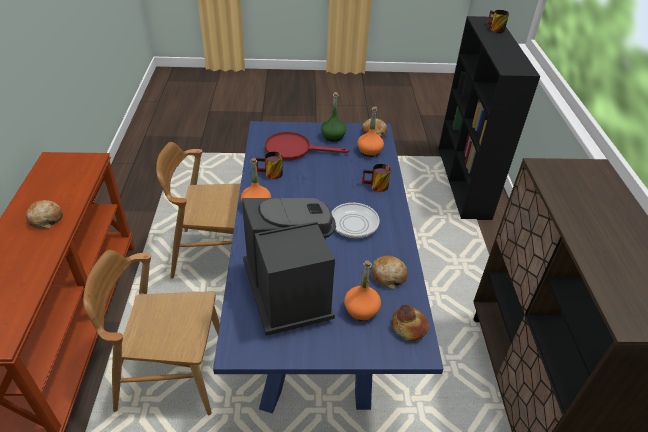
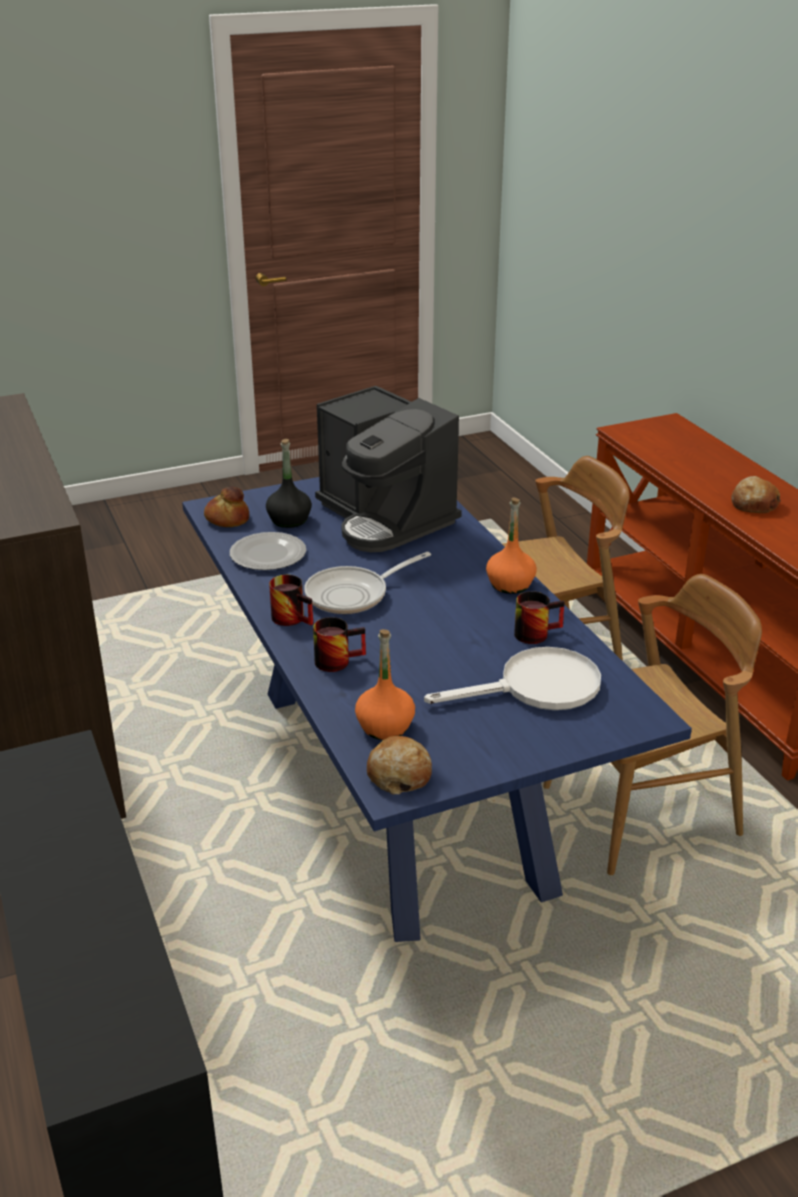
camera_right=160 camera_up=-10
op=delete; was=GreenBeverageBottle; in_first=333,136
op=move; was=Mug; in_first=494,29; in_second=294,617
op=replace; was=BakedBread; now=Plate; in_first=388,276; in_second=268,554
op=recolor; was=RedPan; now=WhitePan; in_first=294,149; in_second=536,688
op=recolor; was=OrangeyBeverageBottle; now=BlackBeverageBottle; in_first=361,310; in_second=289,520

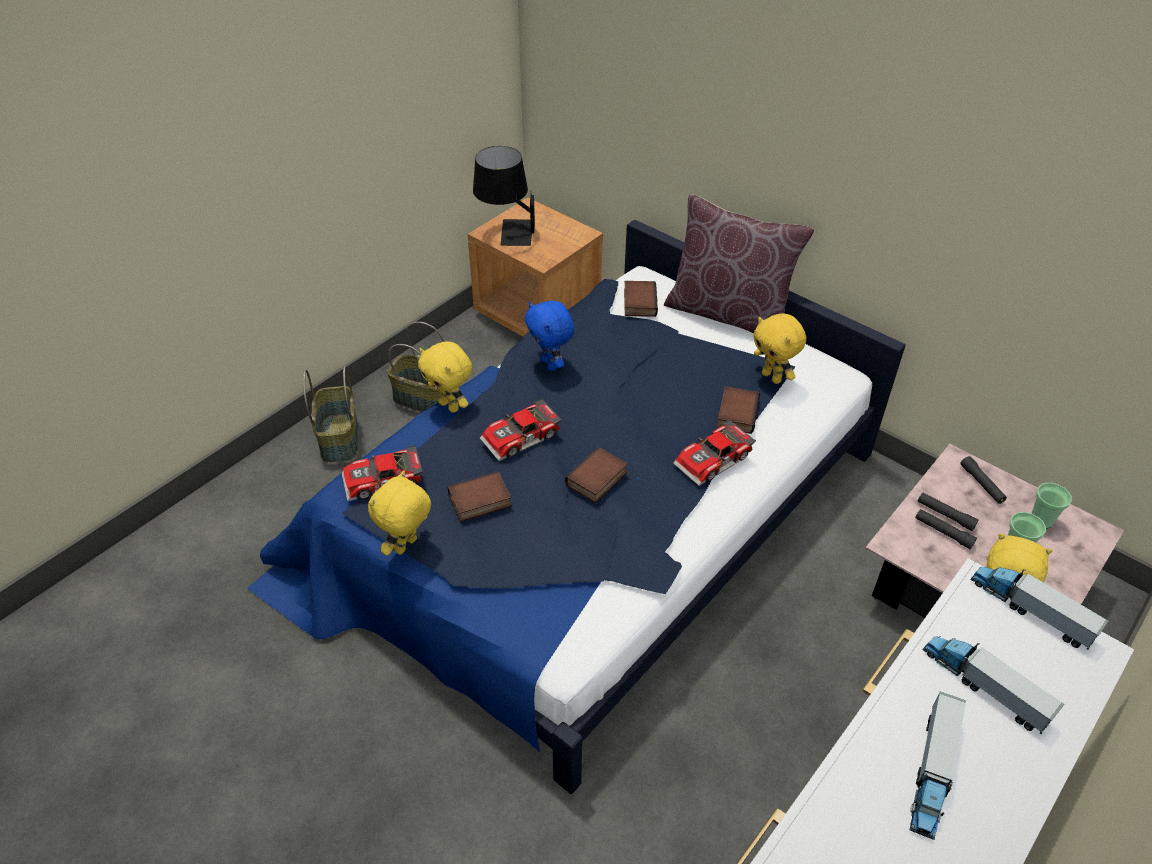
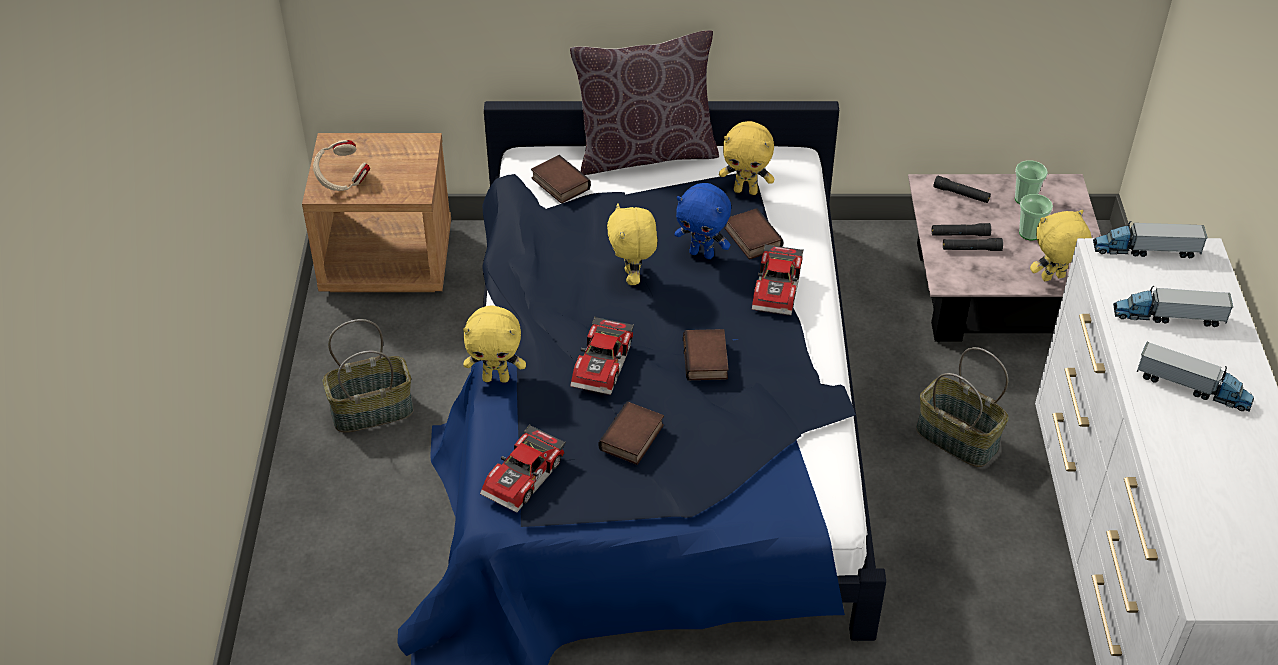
camera_right=-40 camera_up=0
op=move; was=Basket; in_first=338,438; in_second=955,439
op=move; was=YellowColouredPlushToy; in_first=407,546; in_second=633,277
op=move; was=BluePlushToy; in_first=550,364; in_second=702,253
op=replace; was=BlackTabletopLamp; now=BeigeColouredPairOfHeadphones; in_first=506,232; in_second=342,181
op=rotate; was=ToyTruck; in_first=932,772; in_second=1193,388; clockwise=-45

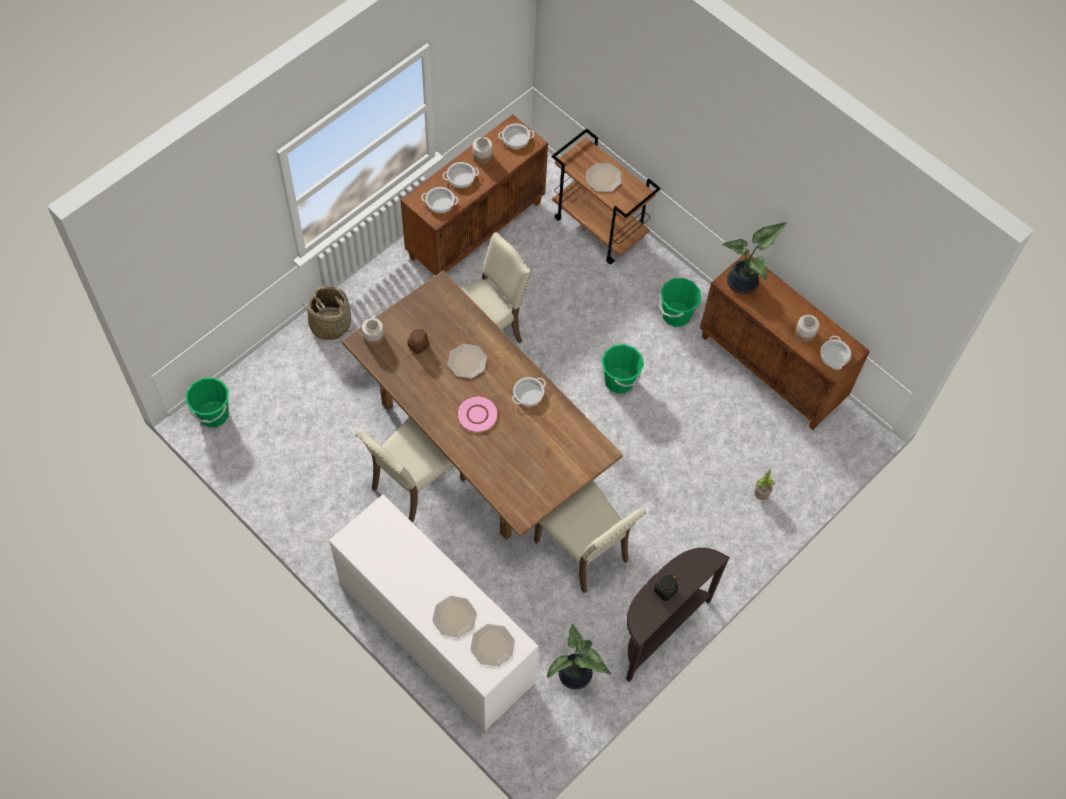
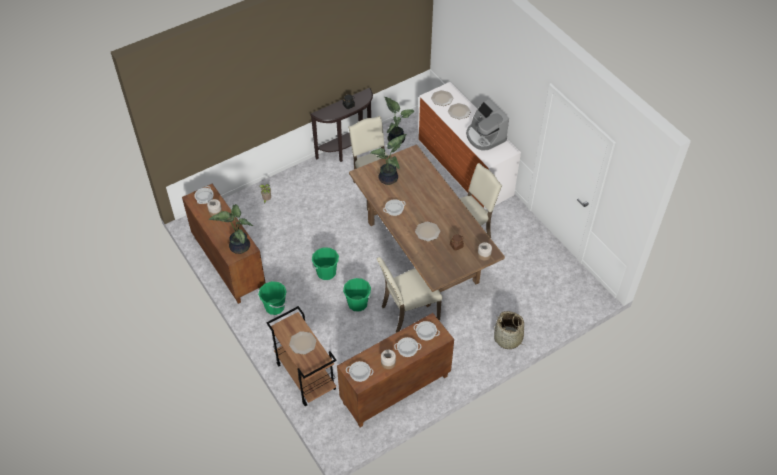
camera_right=-165 camera_up=-10
op=delete; was=PinkishPlate; in_first=477,415
op=insert; now=Houseplant; in_second=389,178
op=insert; now=CoffeeMaker; in_second=485,137
op=move; was=GreenWaterBucket; in_first=213,414; in_second=357,303

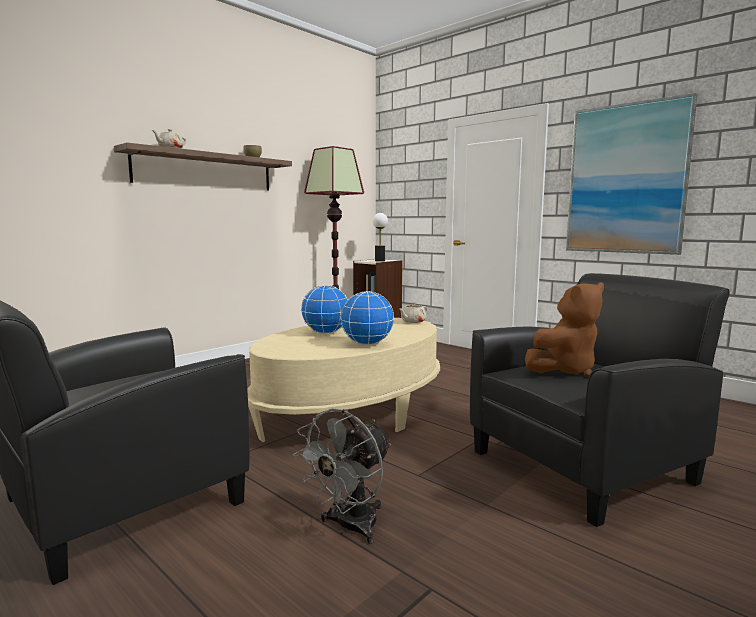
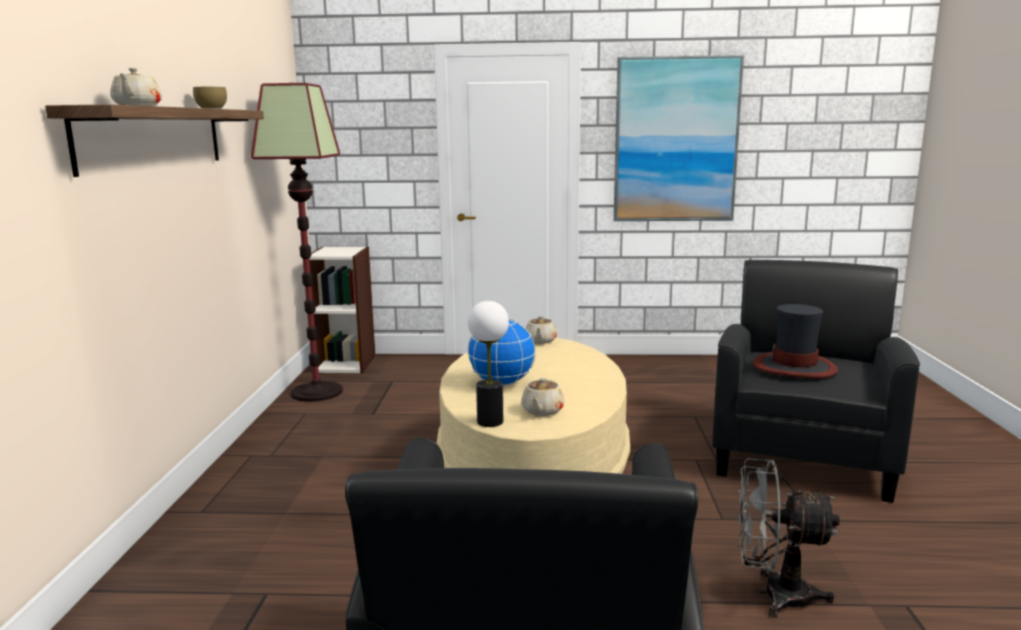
camera_right=-40 camera_up=5
op=delete; was=DeskGlobe; in_first=367,344
op=insert; now=BeigeColouredTeapot; in_second=542,411
op=move; was=TabletopLamp; in_first=380,261; in_second=490,421
op=replace; was=BrownColouredPlushToy; now=Hat; in_first=564,370; in_second=795,367
op=rotate; was=GrayCoolingFan; in_first=349,528; in_second=774,594; clockwise=105

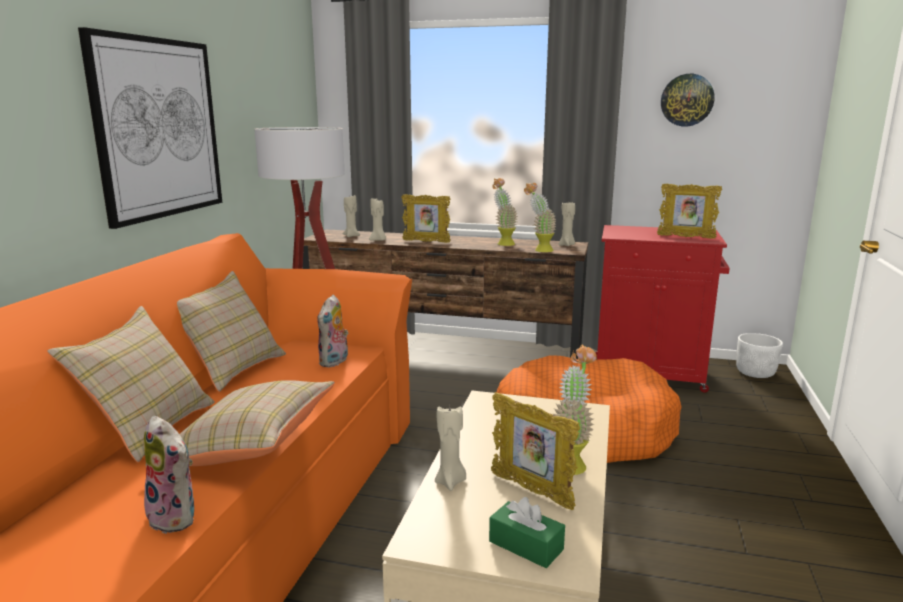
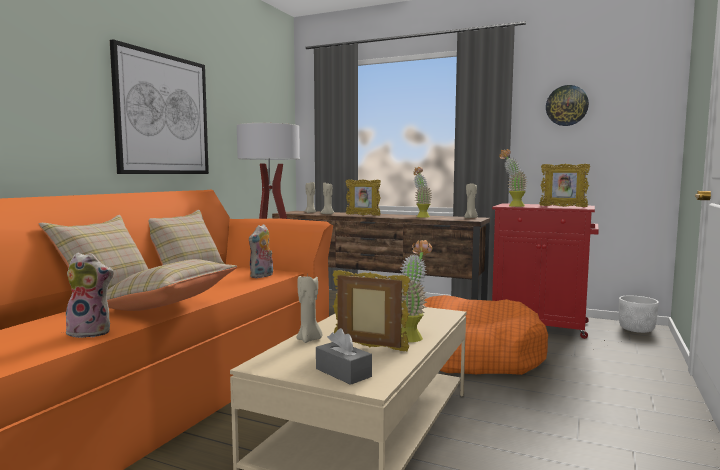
camera_right=10 camera_up=-10
op=move; was=Houseplant; in_first=539,250; in_second=512,206
op=recolor; was=GreenBoxOfTissues; now=GrayBoxOfTissues; in_first=526,545; in_second=343,373
op=rotate; was=PlushToy; in_first=177,517; in_second=91,332; clockwise=-45
op=rotate; was=StandingFrame; in_first=532,491; in_second=369,347; clockwise=150

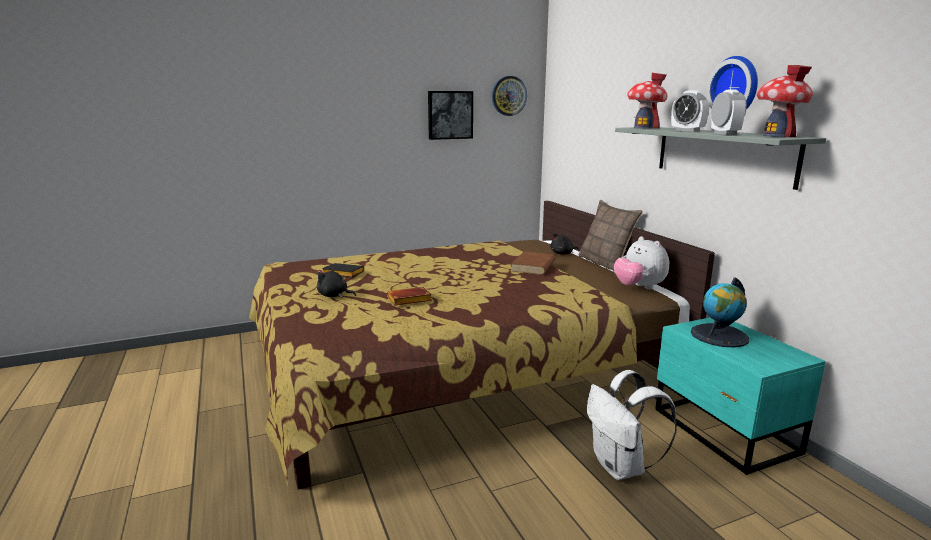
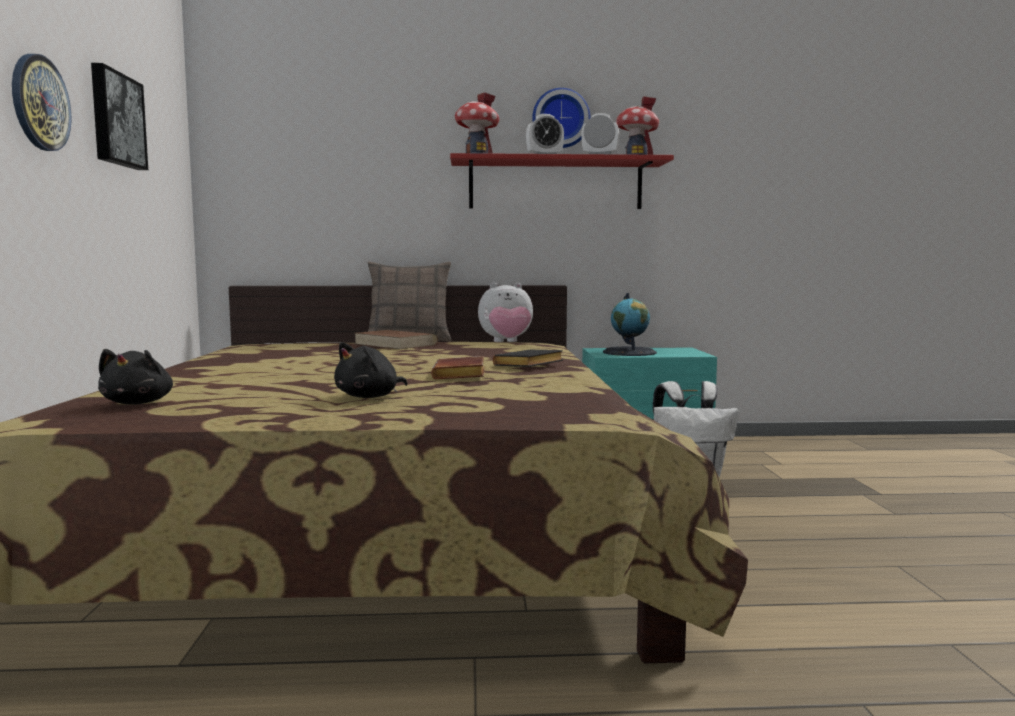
camera_right=-70 camera_up=-10
op=move; was=BlackVolume; in_first=342,274; in_second=529,365
op=move; was=ClockOnTheWall; in_first=509,96; in_second=39,103
op=move; was=BlackPlushToy; in_first=563,253; in_second=139,403
op=recolor; was=GrayBracketShelf; now=RedBracketShelf; in_first=722,154; in_second=555,185

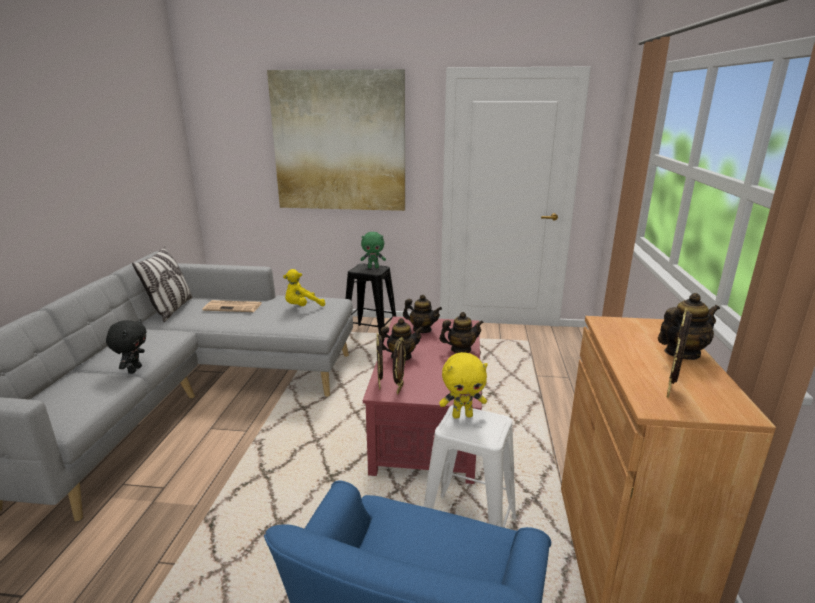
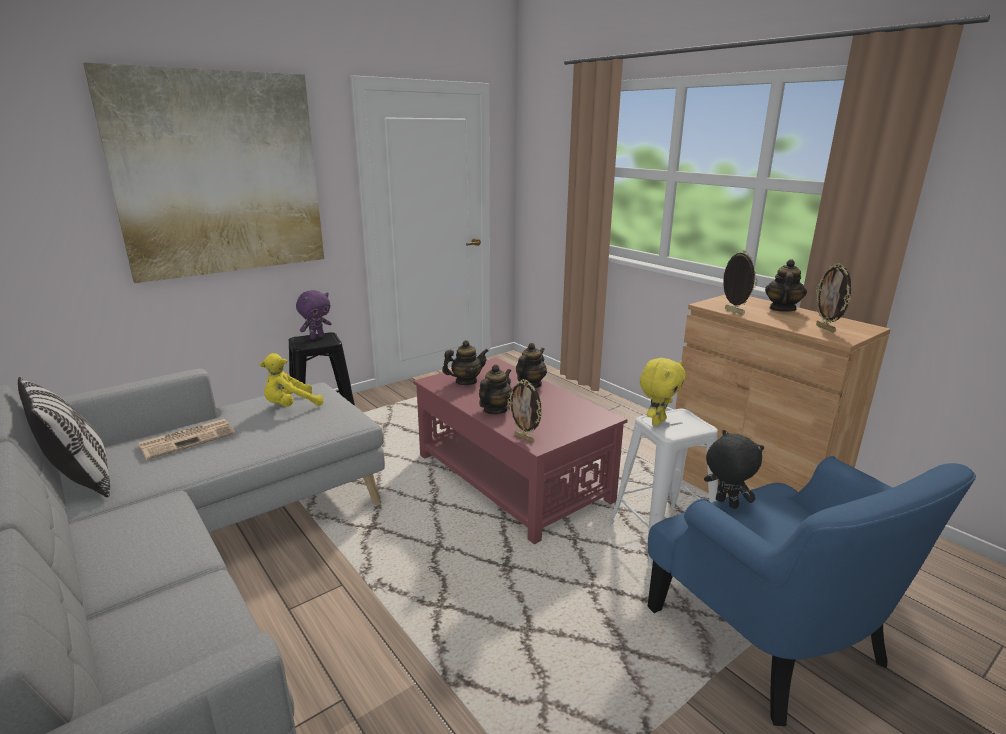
camera_right=-45 camera_up=0
op=move; was=BlackPlushToy; in_first=134,370; in_second=725,503
op=move; was=StandingFrame; in_first=399,389; in_second=733,311
op=recolor; was=GreenPlushToy; now=PurplishPlushToy; in_first=373,267; in_second=317,337
op=rotate; was=YellowColouredPlushToy; in_first=302,307; in_second=290,406; clockwise=45

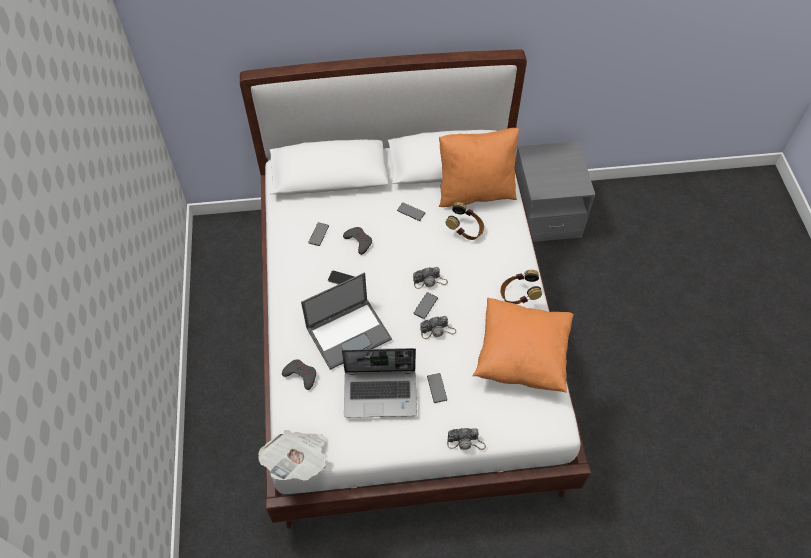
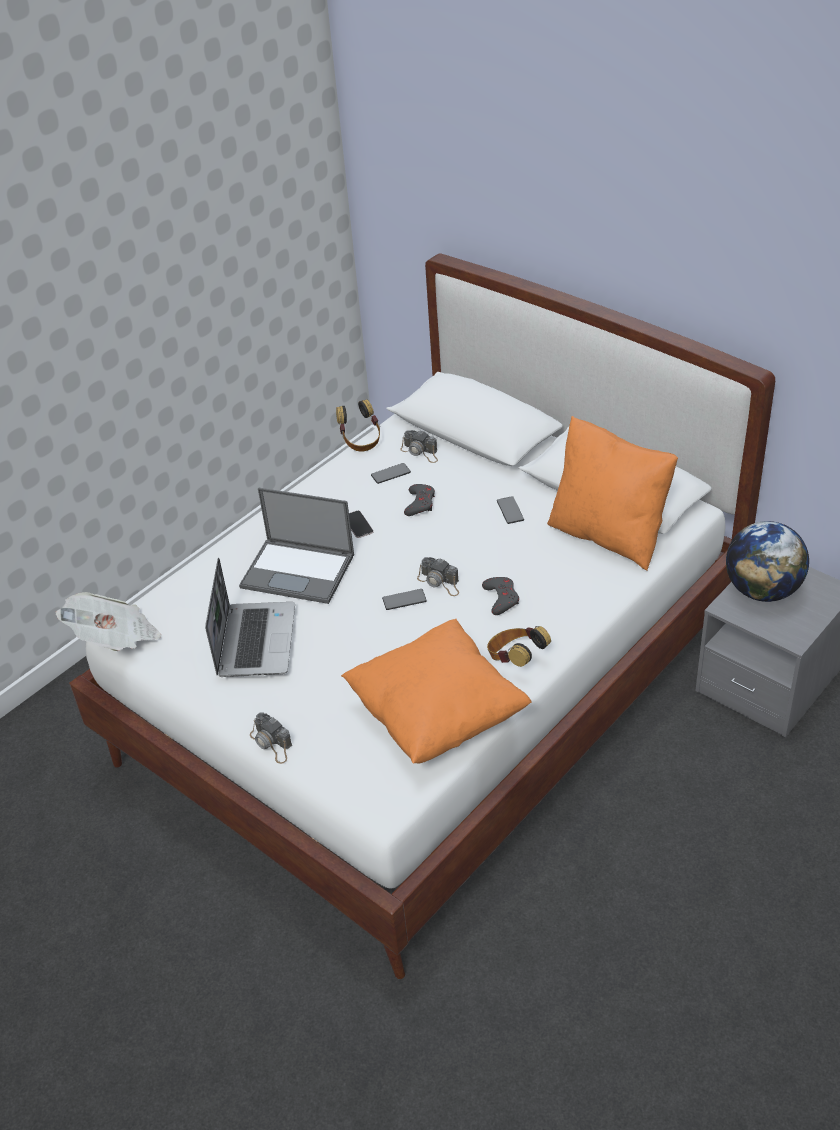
camera_right=50 camera_up=-15
op=delete; was=Telephone; in_first=437,388
op=insert; now=DeskGlobe; in_second=762,590
op=move; was=GrayGameController; in_first=301,375; in_second=501,598
op=move; was=PhotoCamera; in_first=437,330; in_second=421,452
op=move; was=PairOfHeadphones; in_first=465,230; in_second=361,441
op=rotate; was=Laptop; in_first=381,393; in_second=255,640; clockwise=-135

